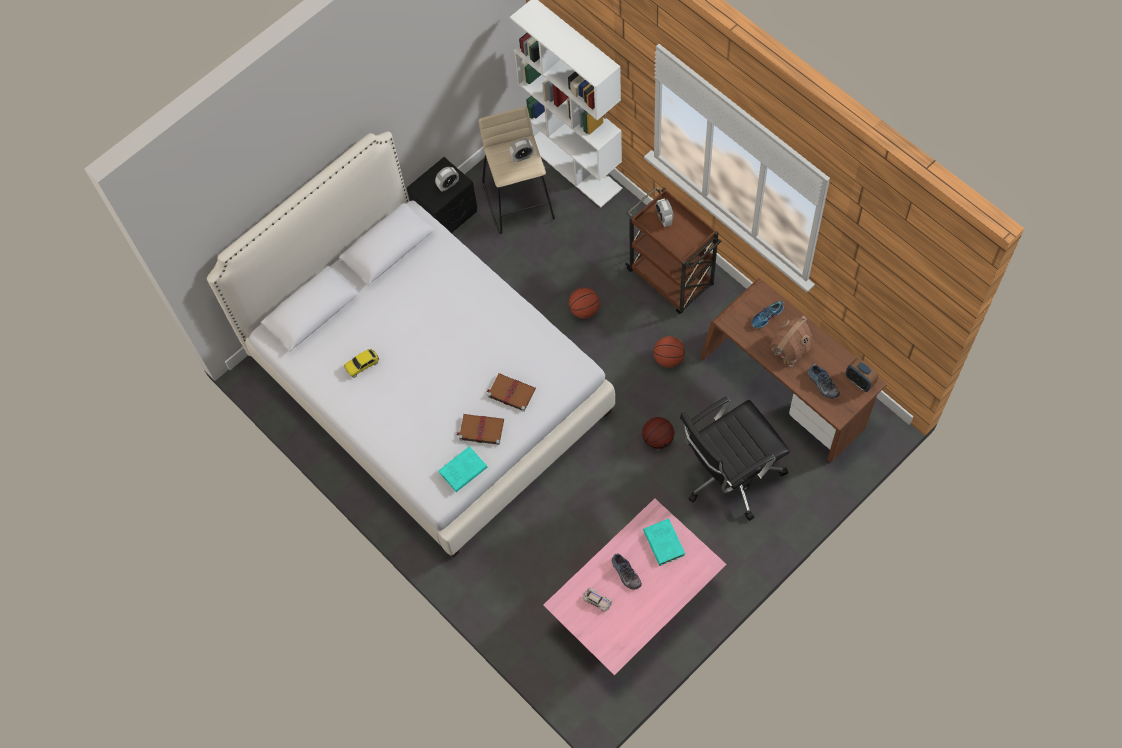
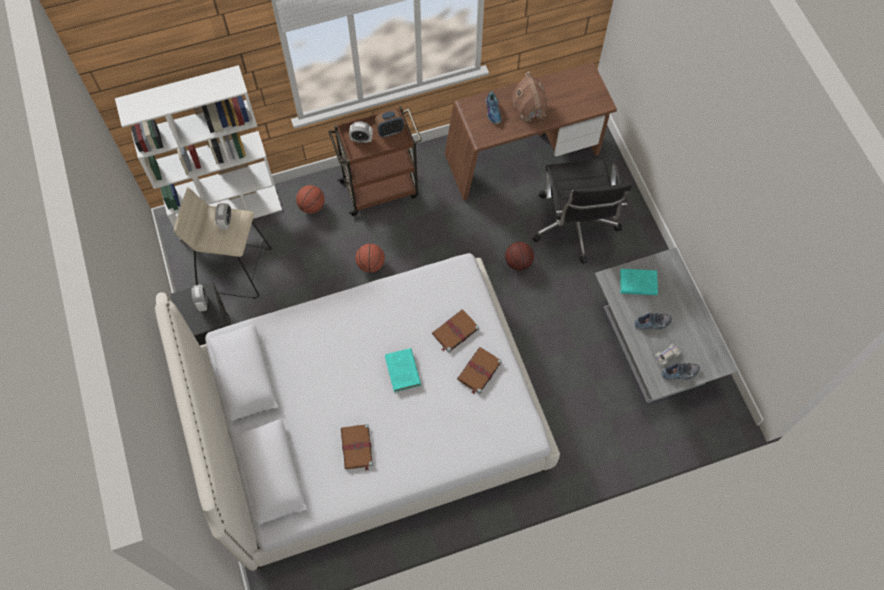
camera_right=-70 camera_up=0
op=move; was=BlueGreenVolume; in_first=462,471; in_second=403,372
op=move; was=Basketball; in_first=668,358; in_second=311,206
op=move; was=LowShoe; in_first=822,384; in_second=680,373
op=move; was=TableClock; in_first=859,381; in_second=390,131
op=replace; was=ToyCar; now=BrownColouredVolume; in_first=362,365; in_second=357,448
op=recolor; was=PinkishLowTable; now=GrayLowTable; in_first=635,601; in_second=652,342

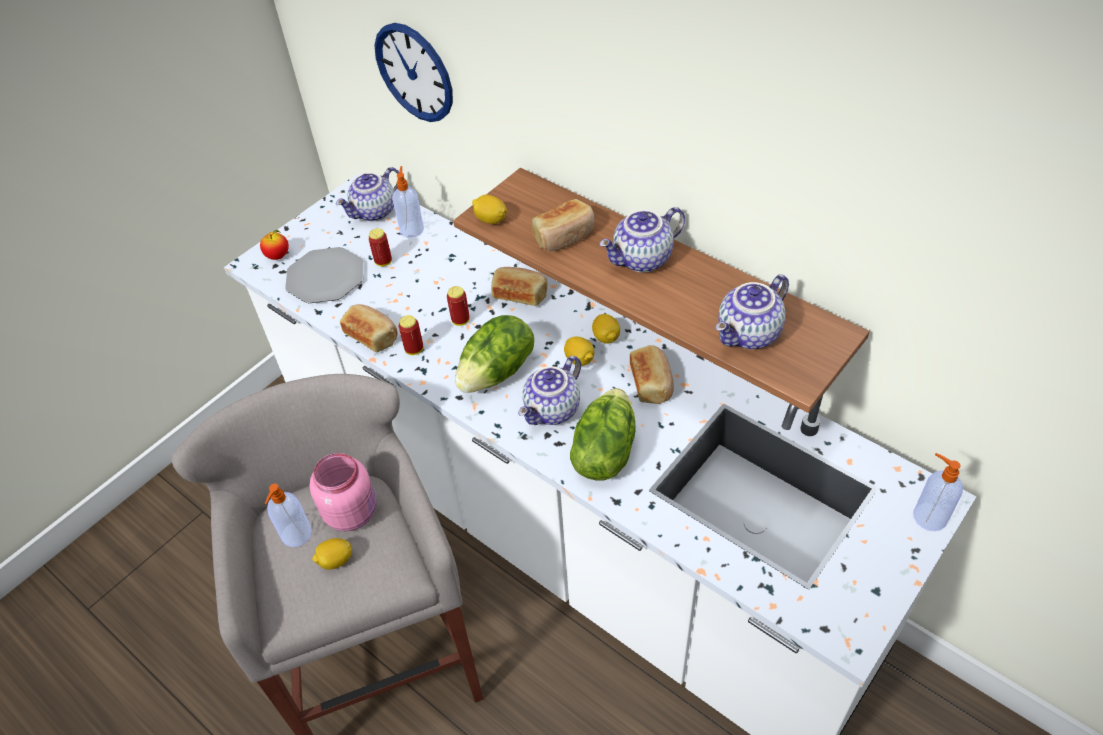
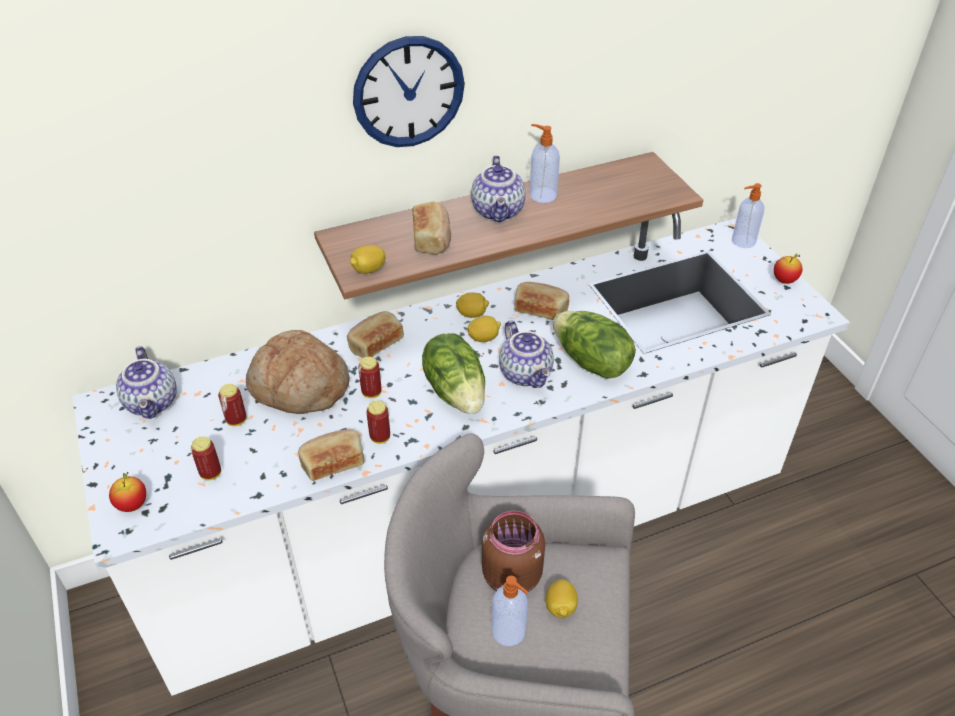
camera_right=-65 camera_up=-5
op=delete; was=Teapot; in_first=749,335
op=insert; now=BakedBread; in_second=299,387
op=insert; now=Apple; in_second=784,280
op=move; was=ClockOnTheWall; in_first=414,72; in_second=408,92
op=move; was=SoapDispenser; in_first=412,229; in_second=542,195
op=replace; was=Plate; now=MetalCan; in_first=325,277; in_second=211,473
op=recolor; was=PinkishJar; now=BrownColouredJar; in_first=352,511; in_second=511,575

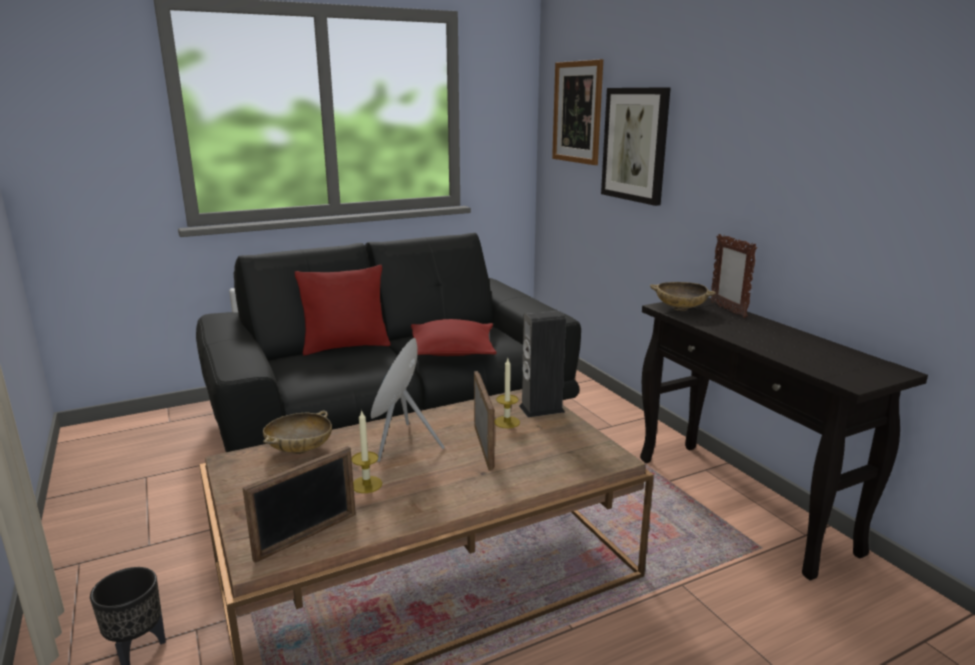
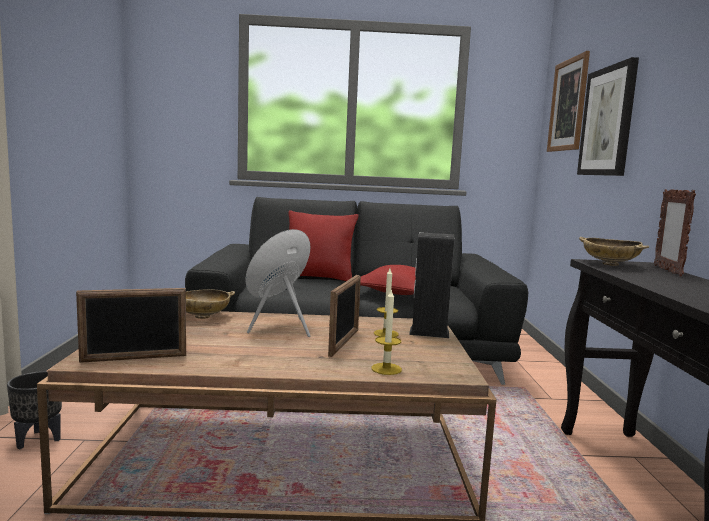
camera_right=25 camera_up=-10
op=move; was=WaxCandle; in_first=366,484; in_second=386,369

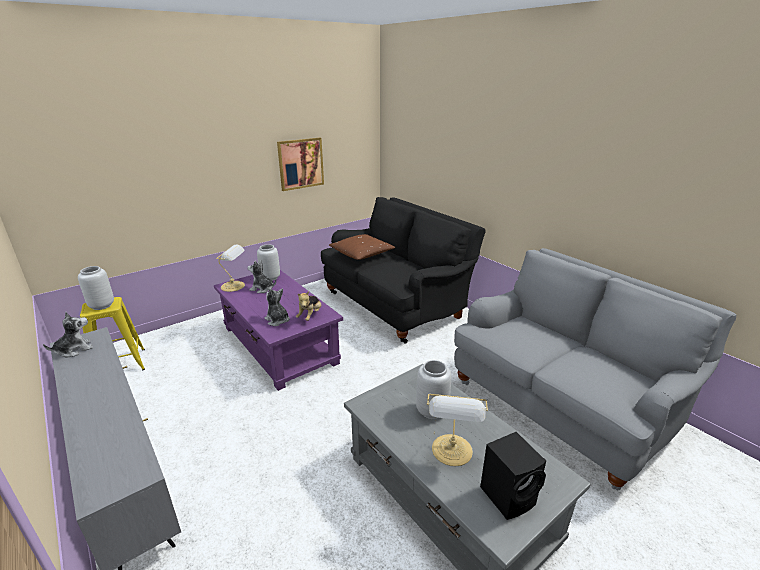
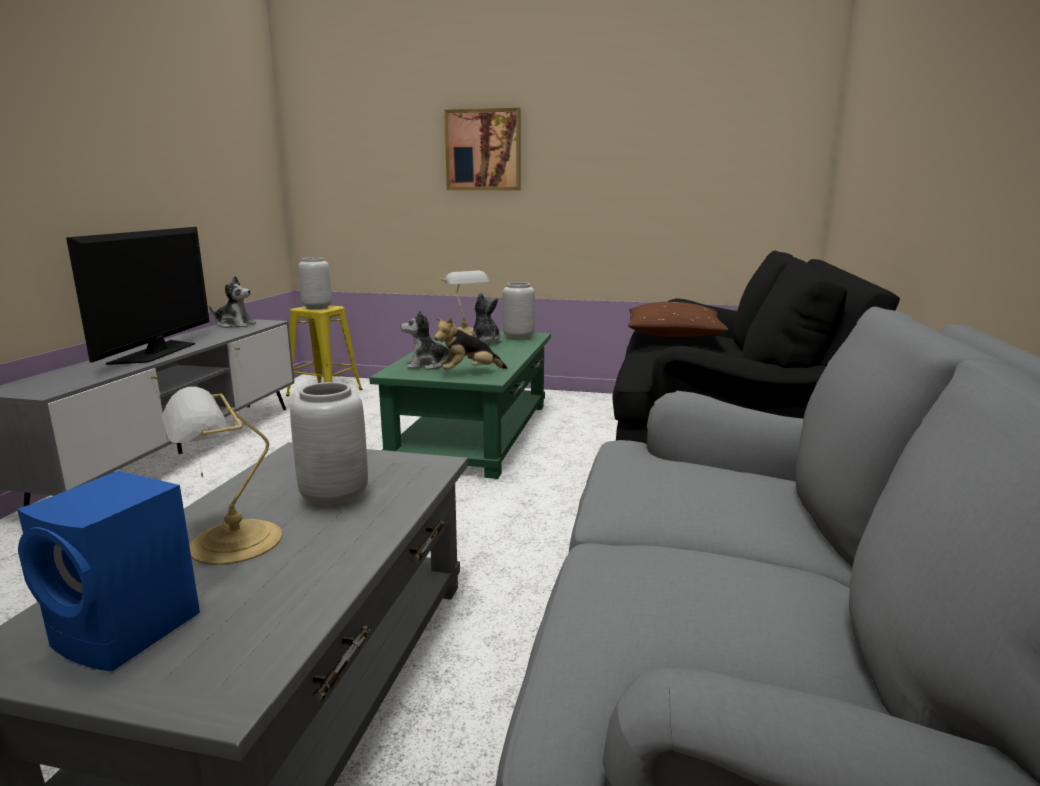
camera_right=50 camera_up=-10
op=insert; now=TvSet; in_second=157,352
op=move; was=WallPicture; in_first=300,163; in_second=483,150
op=recolor; was=PurplishLowTable; now=GreenLowTable; in_first=279,345; in_second=473,433
op=recolor; was=BlackSpeaker; now=BlueSpeaker; in_first=509,495; in_second=129,632
op=rotate; was=PlushToy; in_first=277,320; in_second=427,365; clockwise=-105

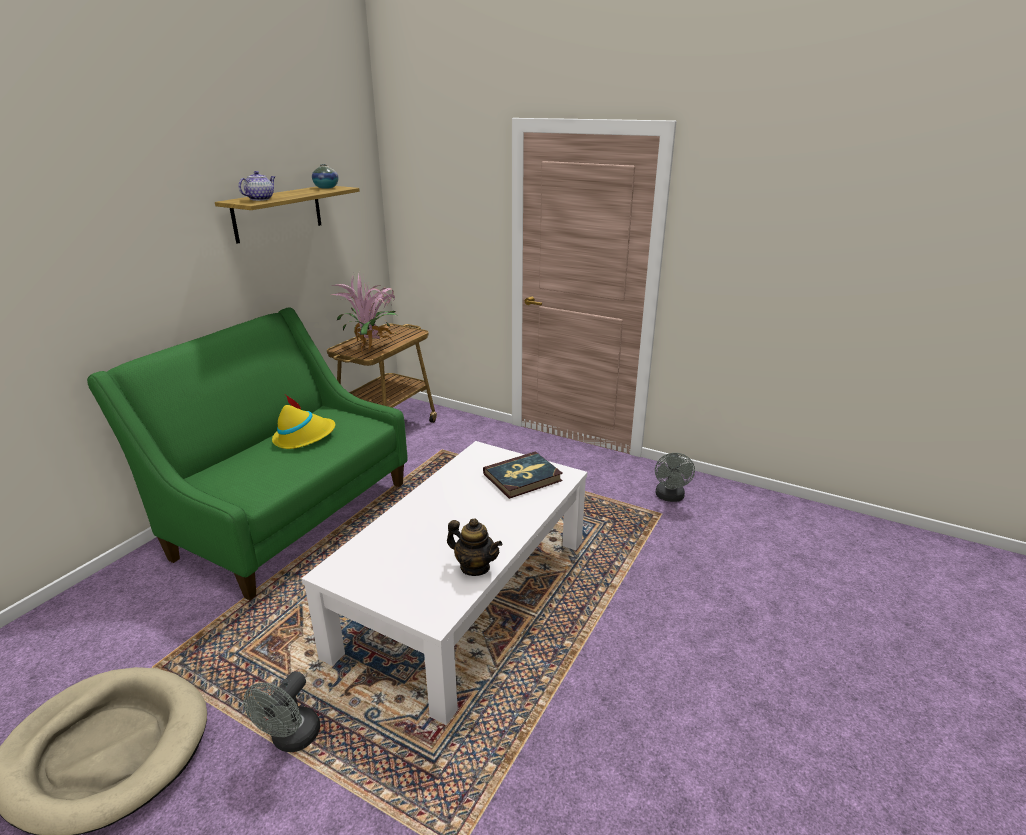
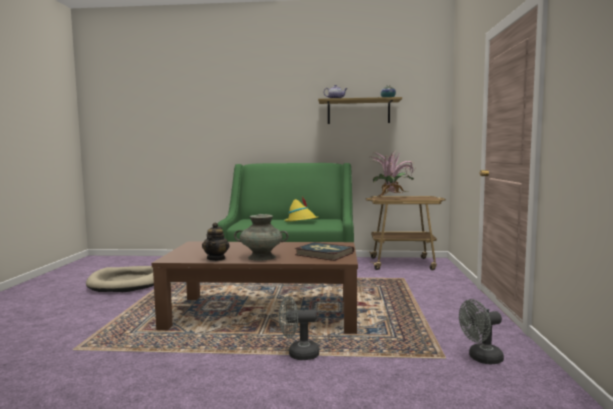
camera_right=65 camera_up=-20
op=insert; now=BlueGreenFlowerVase; in_second=261,257
op=move; was=GrayCoolingFan; in_first=291,739; in_second=298,354
op=recolor; was=WhiteLowTable; now=BrownColouredLowTable; in_first=465,594; in_second=264,314

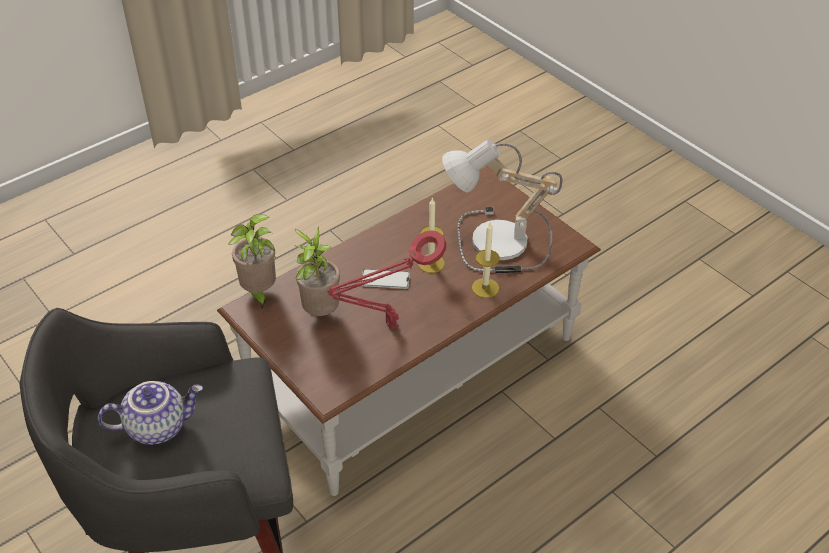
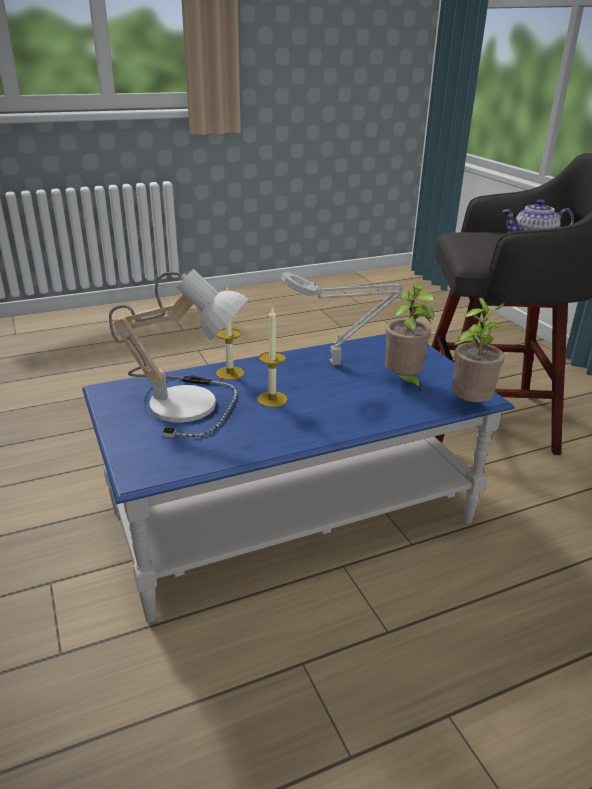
camera_right=-165 camera_up=-15
op=delete; was=Telephone; in_first=385,279
op=recolor; was=BrownColouredLowTable; now=BlueLowTable; in_first=414,369; in_second=293,517
op=recolor; was=RedTabletopLamp; now=GrayTabletopLamp; in_first=388,327; in_second=338,363

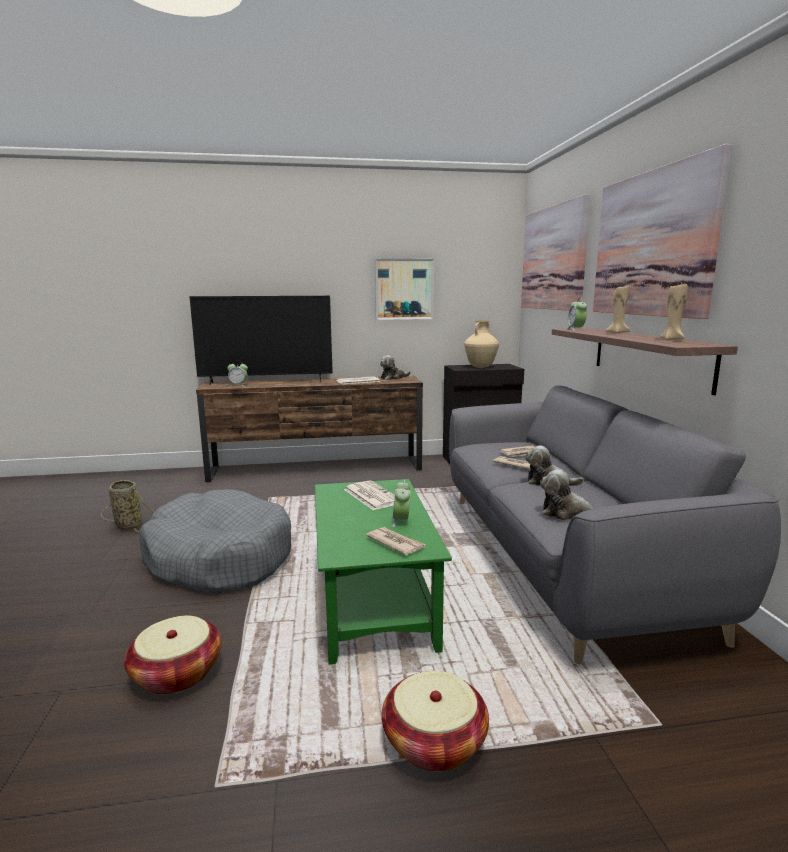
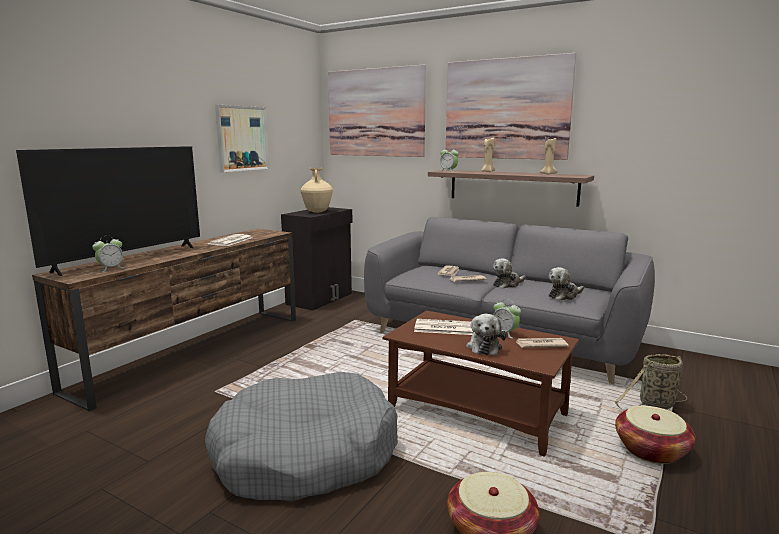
camera_right=-50 camera_up=0
op=move; was=Basket; in_first=128,526; in_second=654,405
op=move; was=PlushToy; in_first=393,378; in_second=484,346
op=recolor; was=GreenLowTable; now=BrownColouredLowTable; in_first=374,600; in_second=478,412

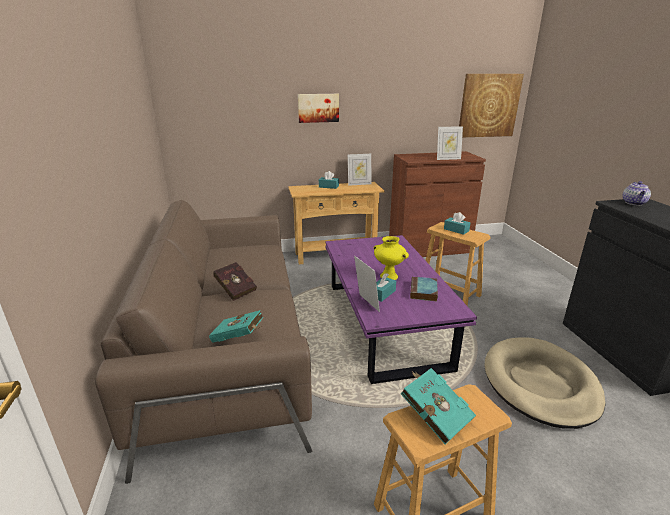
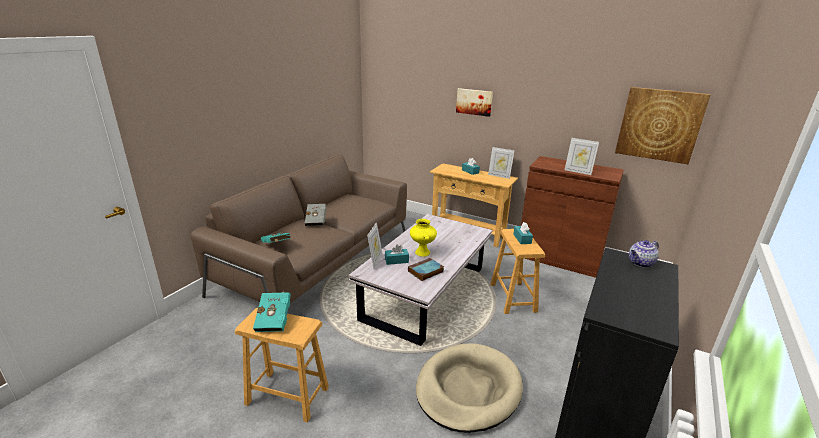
camera_right=40 camera_up=0
op=recolor; was=RedVolume; now=GrayVolume; in_first=235,289; in_second=316,221
op=recolor; was=PurplishLowTable; now=WhiteLowTable; in_first=384,323; in_second=426,293

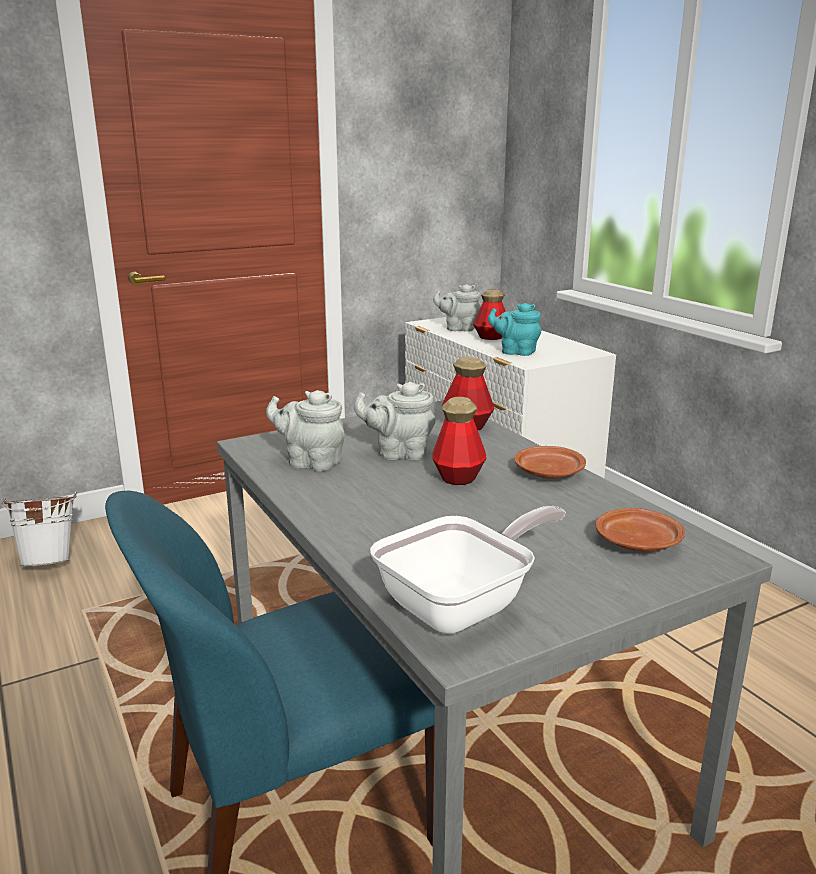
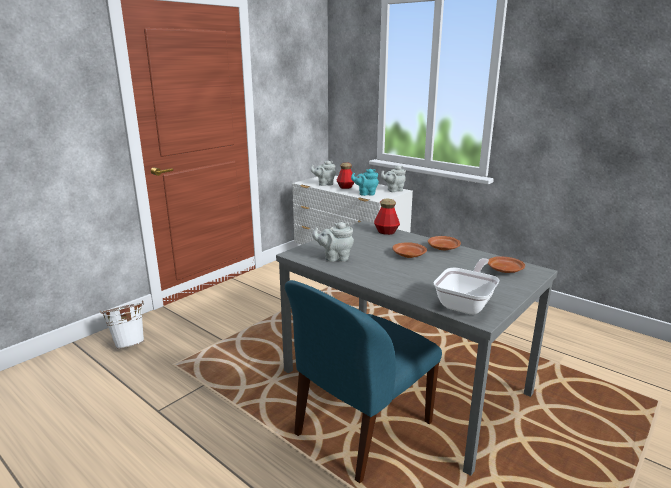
camera_right=-20 camera_up=0
op=move; was=GrayTeapot; in_first=399,453; in_second=393,190
op=replace; was=BeverageBottle; now=BrownColouredPlate; in_first=458,477; in_second=408,255

